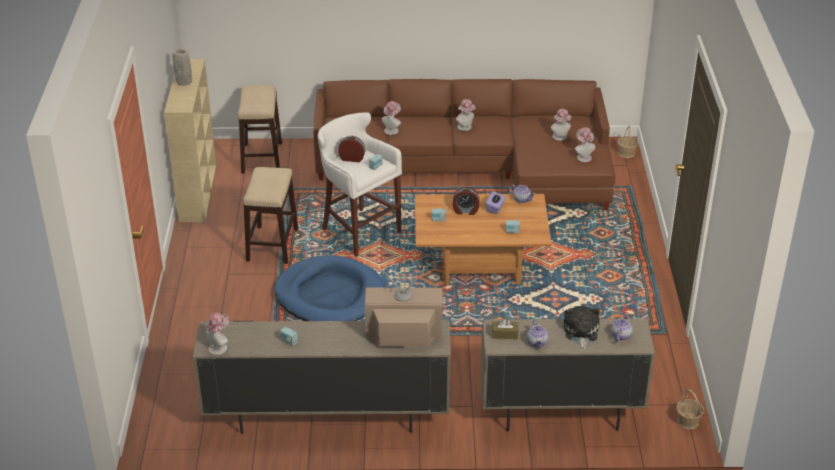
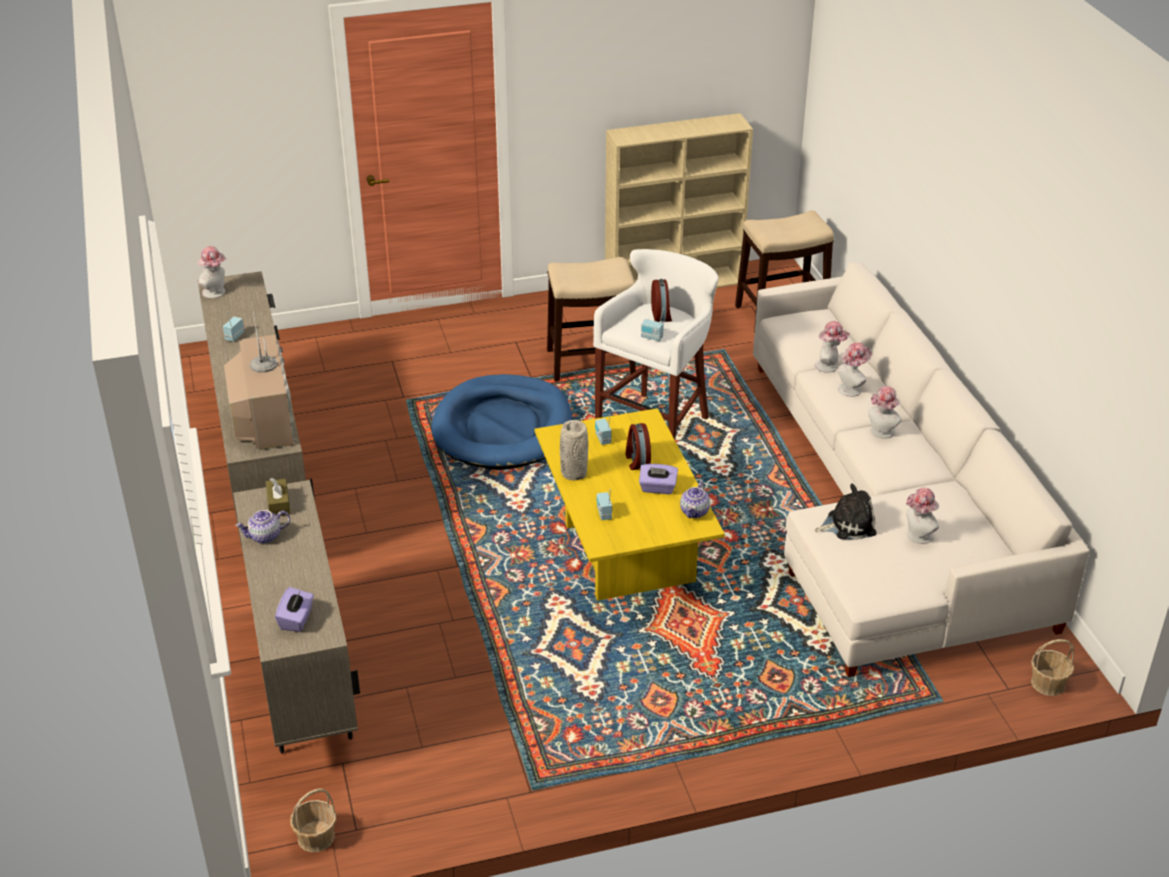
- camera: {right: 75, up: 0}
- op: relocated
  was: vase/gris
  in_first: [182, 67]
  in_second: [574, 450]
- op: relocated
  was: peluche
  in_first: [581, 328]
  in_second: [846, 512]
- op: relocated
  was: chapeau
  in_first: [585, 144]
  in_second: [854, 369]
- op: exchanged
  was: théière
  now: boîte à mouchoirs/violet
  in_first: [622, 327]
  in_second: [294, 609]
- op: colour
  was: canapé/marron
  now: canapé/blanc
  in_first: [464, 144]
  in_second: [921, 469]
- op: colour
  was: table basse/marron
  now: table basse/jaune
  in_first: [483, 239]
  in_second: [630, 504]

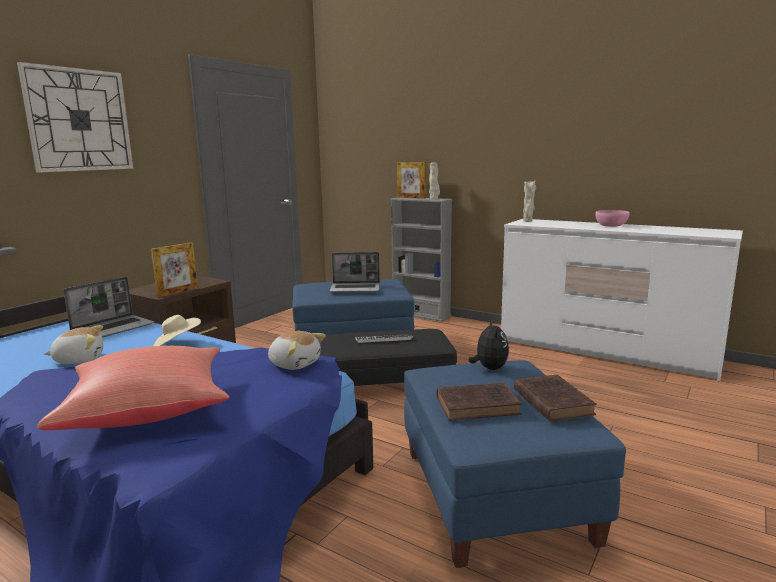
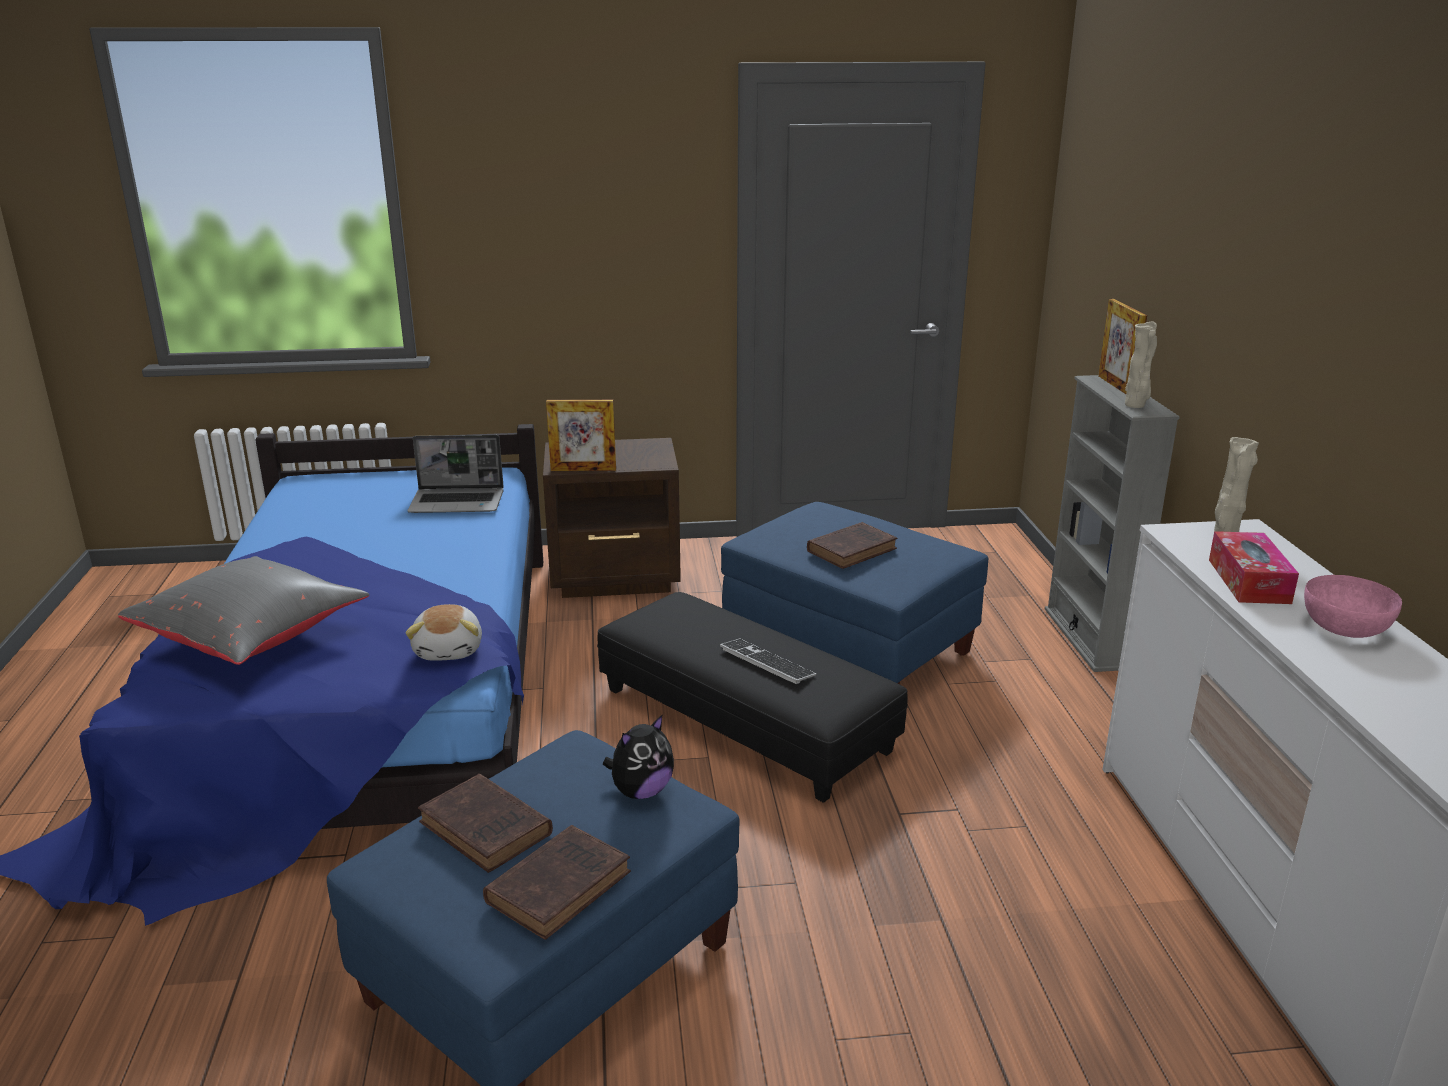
- camera: {right: 50, up: 10}
- op: missing
  was: horloge murale
  in_first: [75, 117]
- op: missing
  was: peluche
  in_first: [73, 344]
- op: missing
  was: chapeau/beige
  in_first: [177, 330]
- op: appeared
  now: boîte à mouchoirs
  in_second: [1254, 567]
- op: exchanged
  was: ordinateur portable
  now: livre/marron
  in_first: [354, 272]
  in_second: [852, 545]
- op: colour
  was: coussin/rouge
  now: coussin/gris
  in_first: [133, 388]
  in_second: [243, 610]

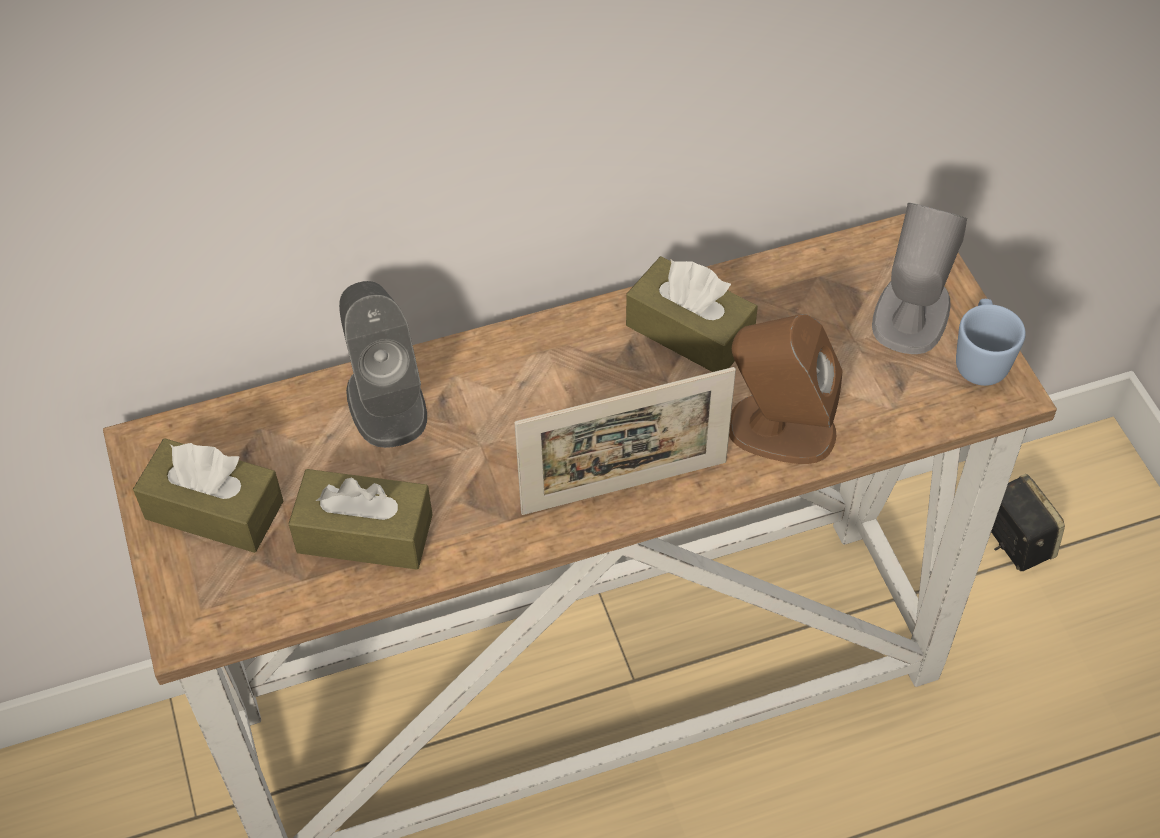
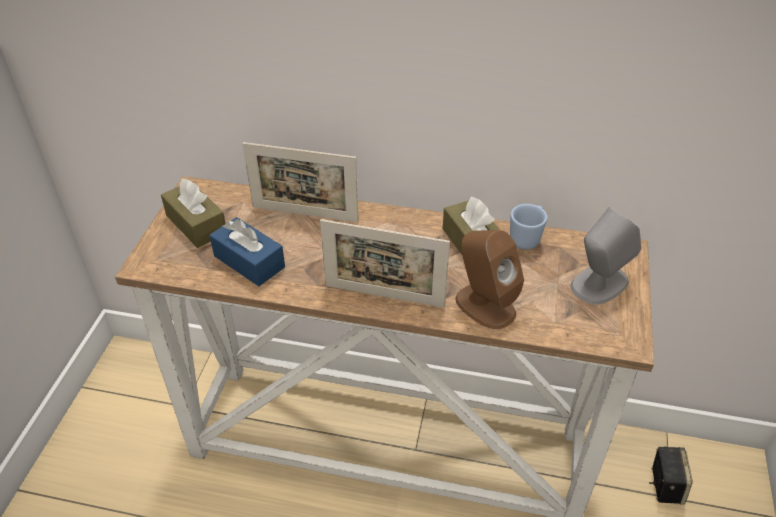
- camera: {right: 30, up: -10}
- op: relocated
  was: mug/bleu
  in_first: [991, 342]
  in_second: [528, 227]
- op: exchanged
  was: enceinte/gris
  now: cadre photo
  in_first: [383, 364]
  in_second: [300, 182]
- op: colour
  was: boîte à mouchoirs/marron
  now: boîte à mouchoirs/bleu
  in_first: [360, 519]
  in_second: [247, 251]

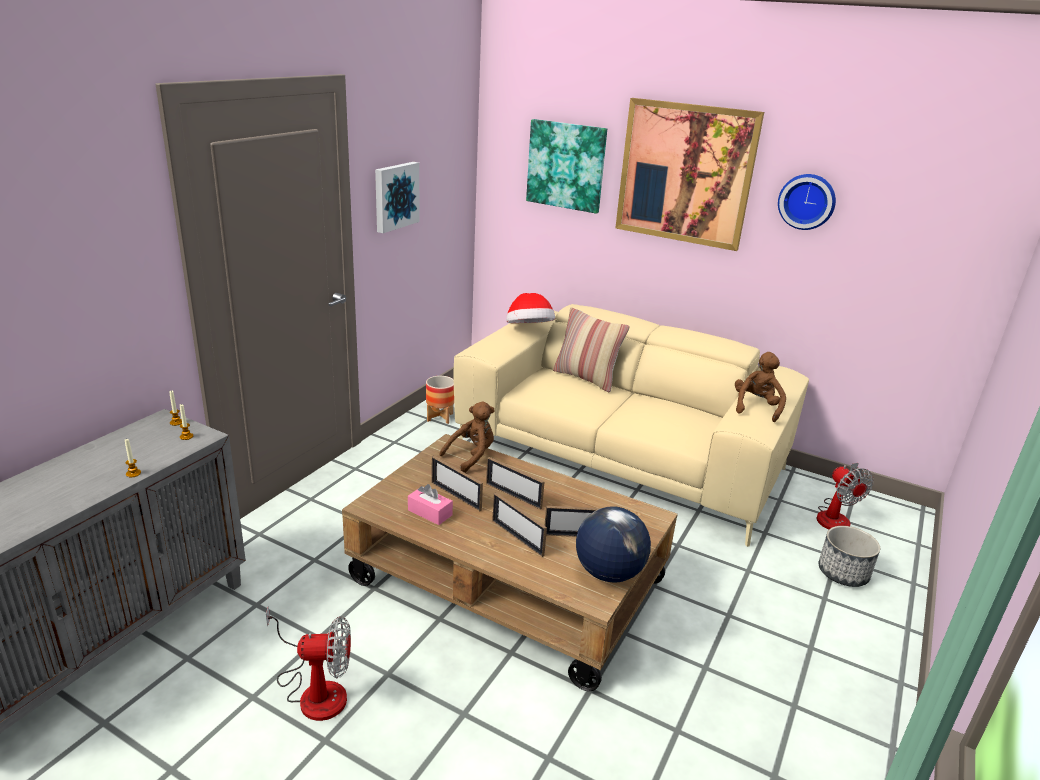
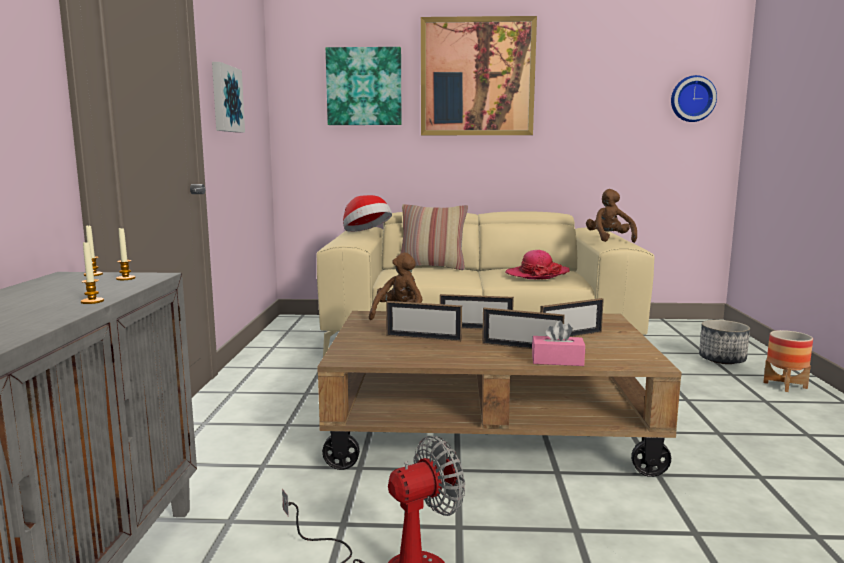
- camera: {right: -25, up: -15}
- op: missing
  was: globe
  in_first: [613, 544]
- op: missing
  was: ventilateur
  in_first: [845, 496]
- op: appeared
  now: chapeau
  in_second: [537, 264]
- op: relocated
  was: boîte à mouchoirs/rose
  in_first: [430, 504]
  in_second: [558, 343]
- op: relocated
  was: cache-pot
  in_first: [440, 400]
  in_second: [788, 361]
- op: relocated
  was: horloge murale
  in_first: [807, 202]
  in_second: [694, 98]

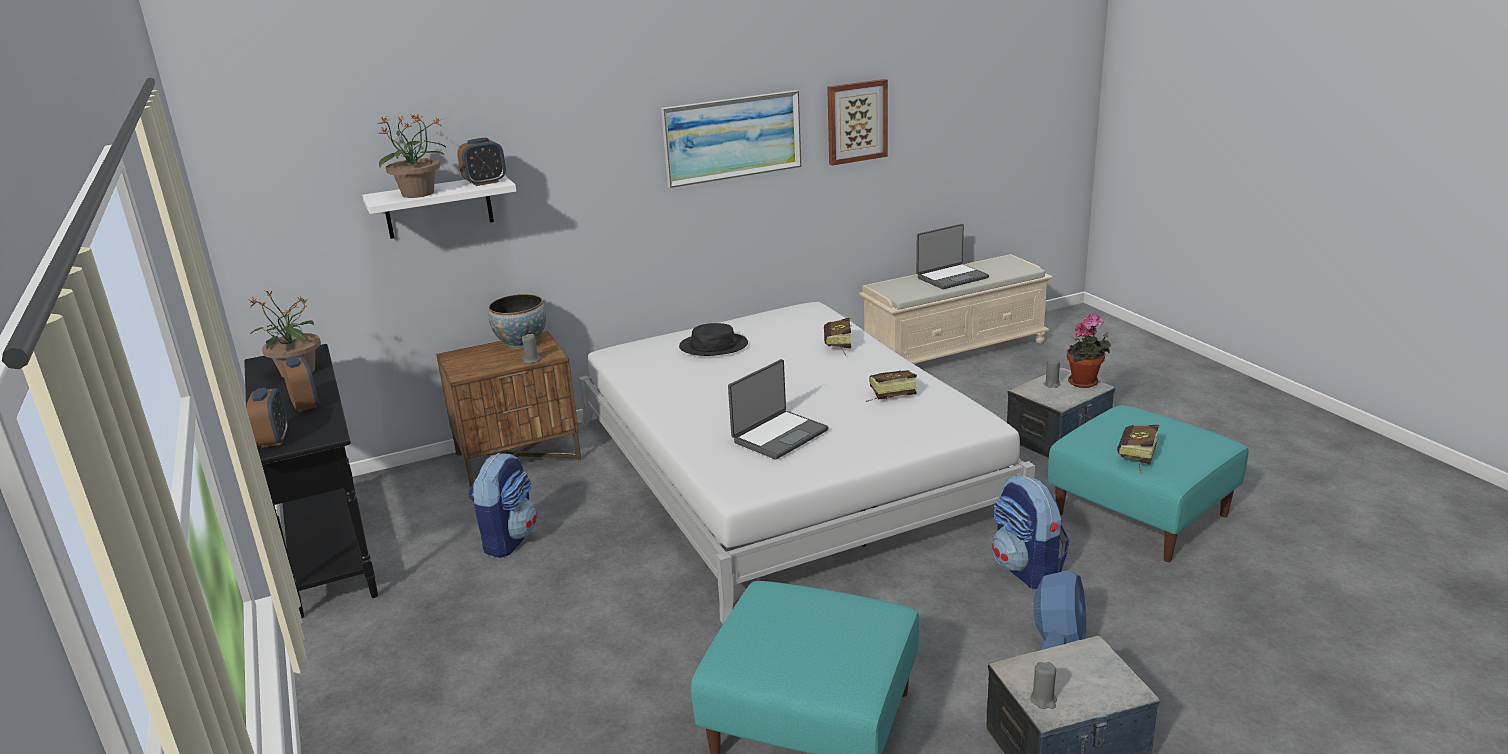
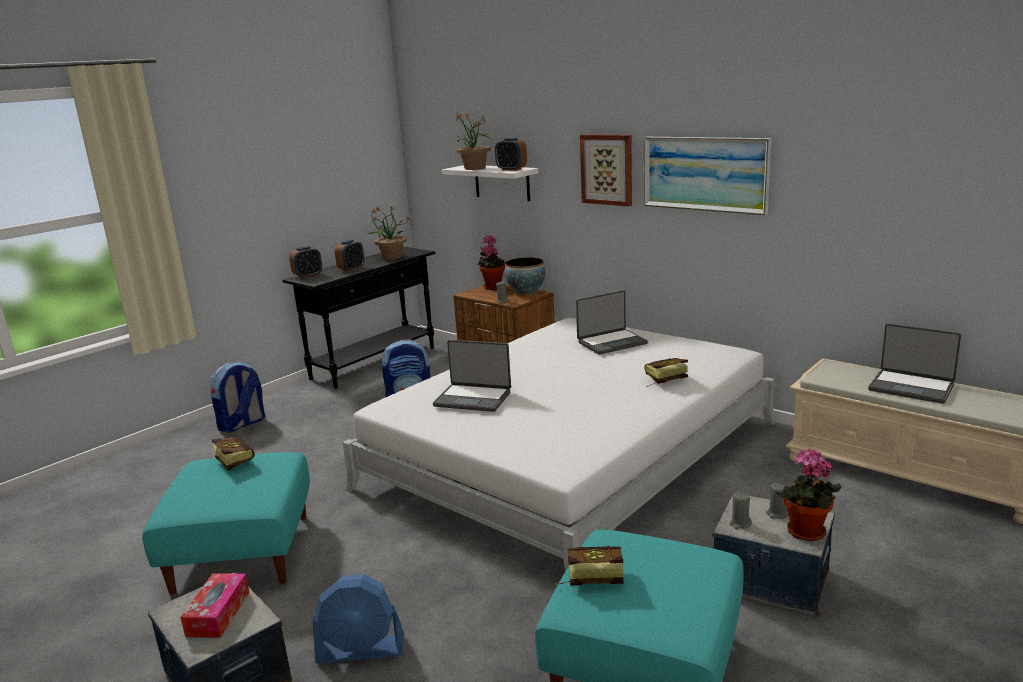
- camera: {right: 65, up: -5}
- op: appeared
  now: boîte à mouchoirs
  in_second: [214, 605]
- op: appeared
  now: plante en pot
  in_second: [491, 262]
- op: relocated
  was: tableau
  in_first: [857, 122]
  in_second: [606, 170]
- op: relocated
  was: livre
  in_first: [891, 386]
  in_second: [233, 454]
- op: relocated
  was: sac à dos
  in_first: [1030, 532]
  in_second: [237, 397]
- op: relocated
  was: bougie/gris
  in_first: [1043, 685]
  in_second: [740, 511]
- op: exchanged
  was: chapeau/noir
  now: ordinateur portable
  in_first: [713, 339]
  in_second: [612, 322]

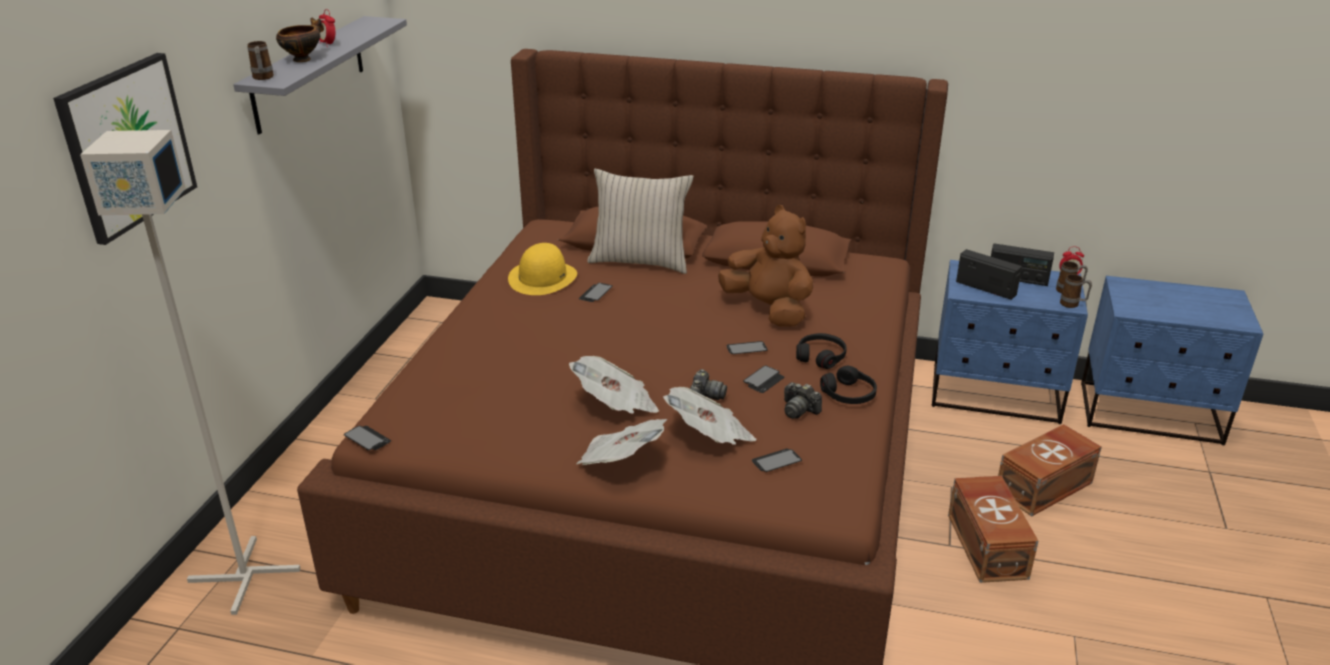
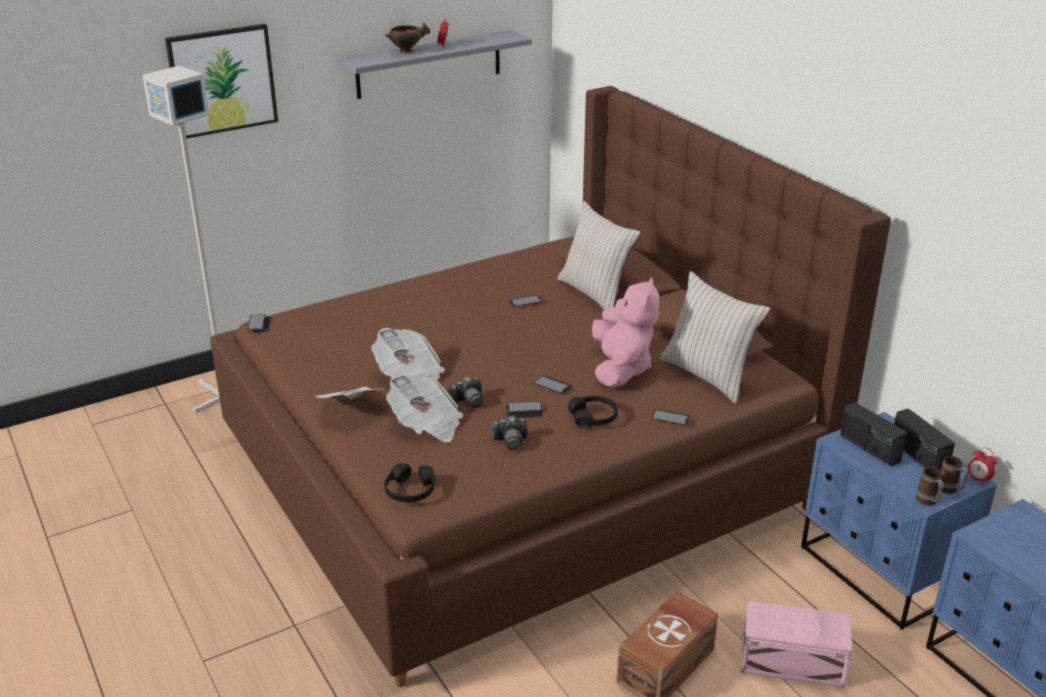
- camera: {right: 45, up: 0}
- op: missing
  was: mug
  in_first: [260, 60]
- op: missing
  was: chapeau/jaune
  in_first: [542, 269]
- op: appeared
  now: coussin/beige
  in_second: [715, 337]
- op: relocated
  was: téléphone
  in_first: [777, 460]
  in_second: [671, 417]
- op: relocated
  was: casque audio/noir
  in_first: [848, 385]
  in_second: [409, 482]
- op: colour
  was: peluche/marron
  now: peluche/rose
  in_first: [765, 266]
  in_second: [626, 333]
- op: colour
  was: boîte de rangement/marron
  now: boîte de rangement/rose
  in_first: [1050, 470]
  in_second: [796, 644]
- op: spun
  was: appareil photo
  in_first: [803, 400]
  in_second: [508, 433]
  clockwise: -90
- op: spun
  was: radio
  in_first: [989, 274]
  in_second: [873, 434]
  clockwise: 150

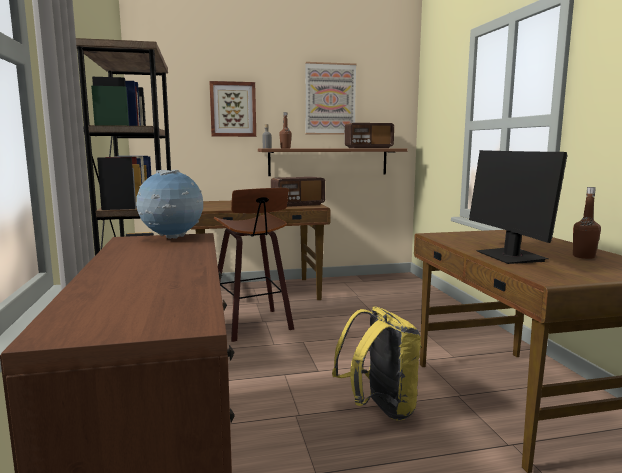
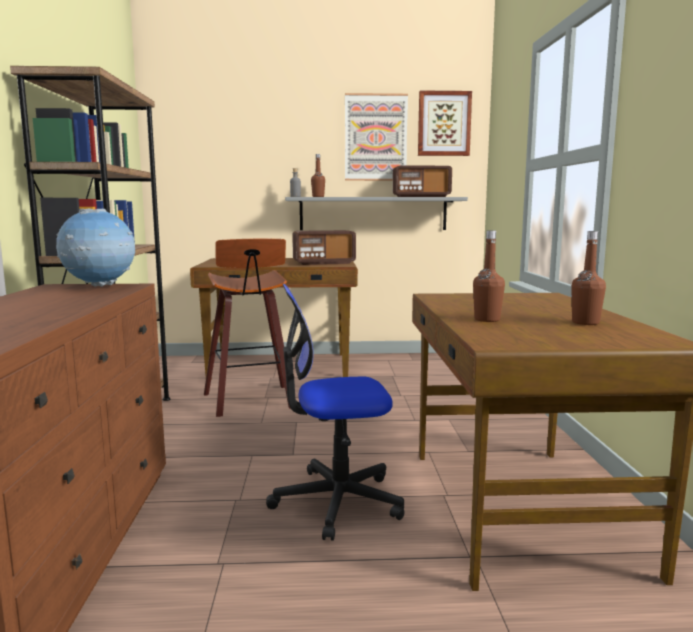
- camera: {right: 10, up: 0}
- op: relocated
  was: tableau
  in_first: [232, 109]
  in_second: [445, 123]
- op: exchanged
  was: sac à dos/jaune
  now: chaise de bureau
  in_first: [376, 363]
  in_second: [335, 412]
- op: exchanged
  was: écran d'ordinateur
  now: bouteille/marron
  in_first: [518, 207]
  in_second: [489, 276]
- op: colour
  was: étagère/marron
  now: étagère/gris
  in_first: [332, 162]
  in_second: [376, 213]

